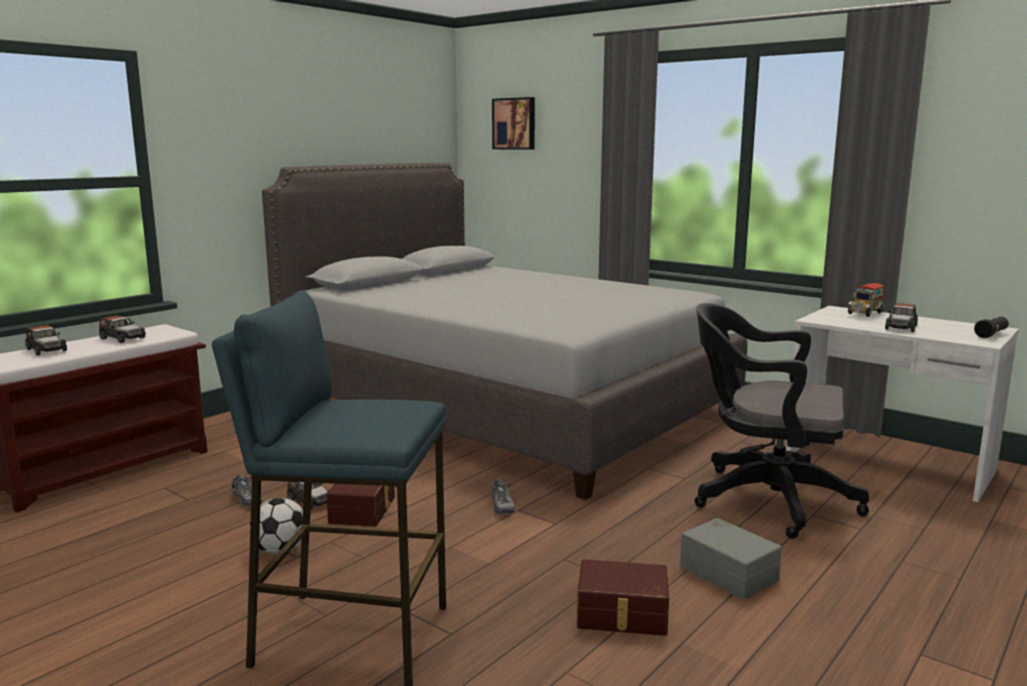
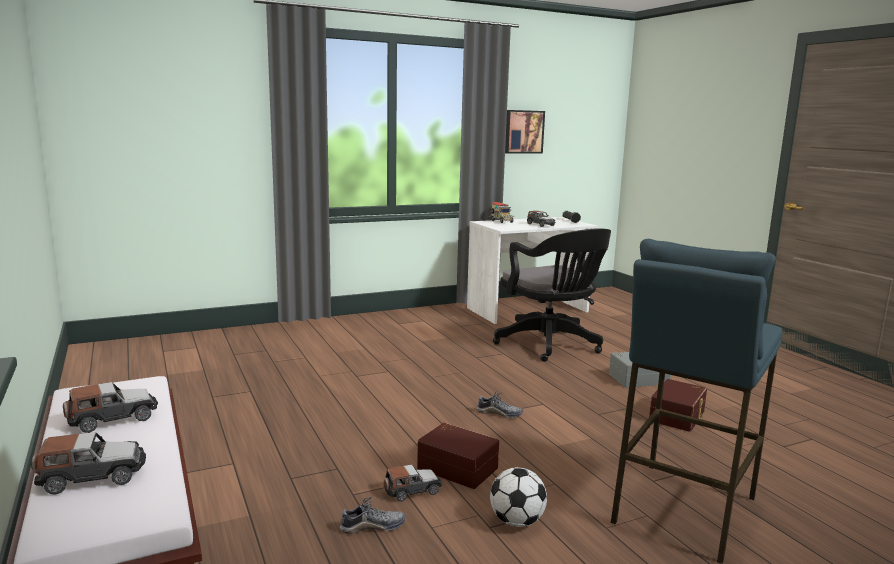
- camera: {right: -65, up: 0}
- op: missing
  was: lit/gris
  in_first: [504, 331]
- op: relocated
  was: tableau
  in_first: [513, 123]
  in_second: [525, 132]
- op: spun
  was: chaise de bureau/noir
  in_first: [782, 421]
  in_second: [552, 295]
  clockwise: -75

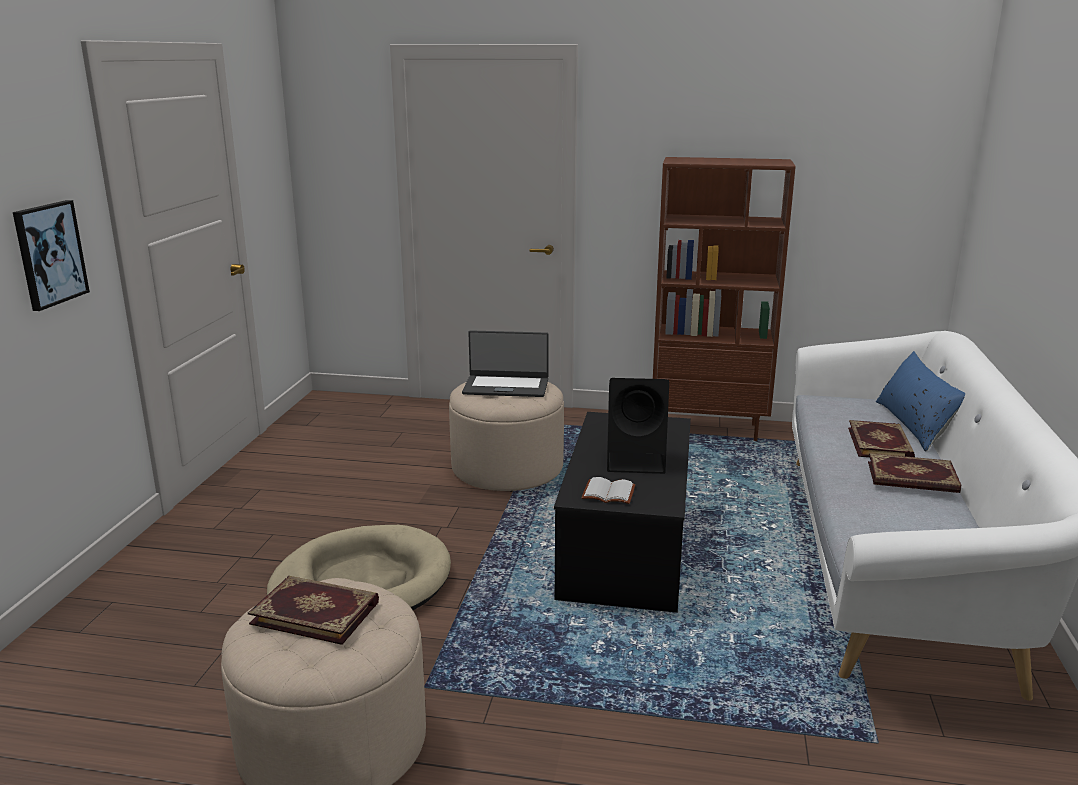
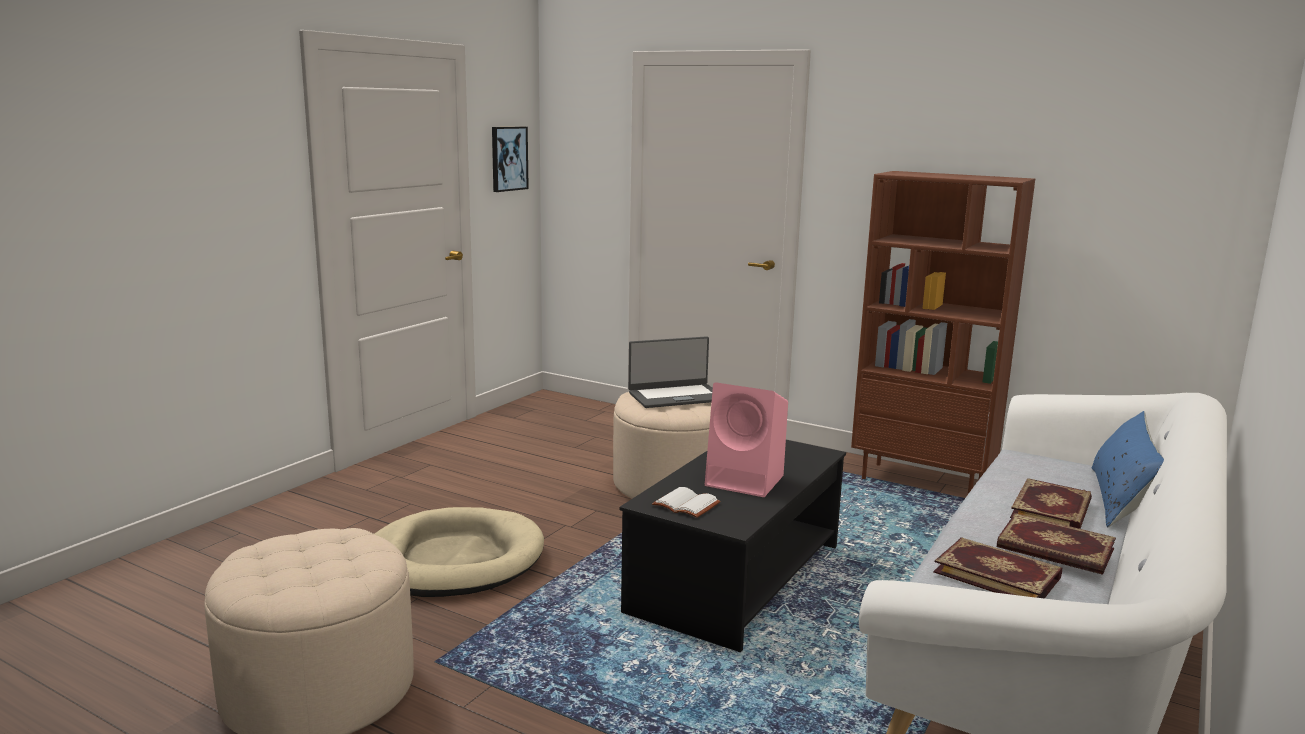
- camera: {right: 20, up: -5}
- op: relocated
  was: tableau
  in_first: [51, 255]
  in_second: [510, 159]
- op: relocated
  was: livre
  in_first: [313, 610]
  in_second: [997, 568]
- op: colour
  was: enceinte/noir
  now: enceinte/rose
  in_first: [638, 426]
  in_second: [746, 439]
- op: spun
  was: ordinateur portable
  in_first: [505, 363]
  in_second: [670, 372]
  clockwise: -45

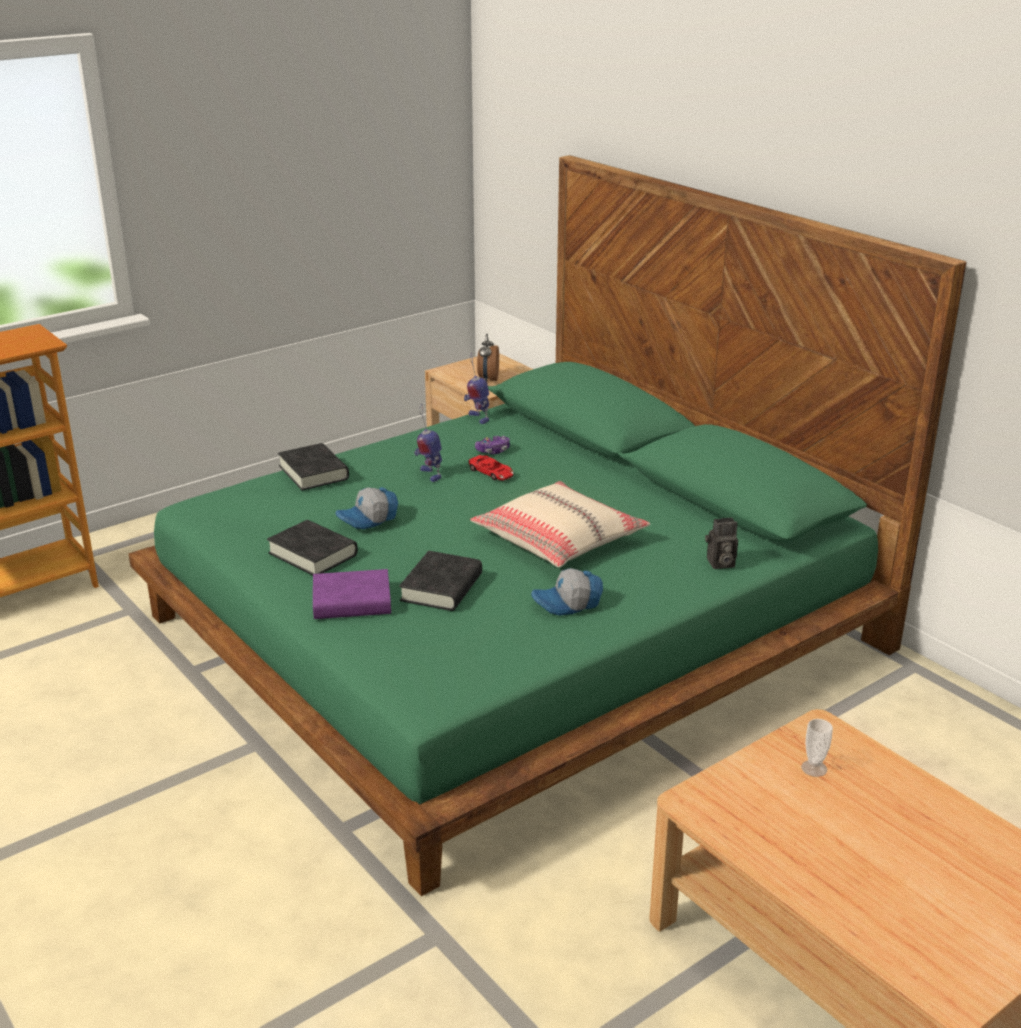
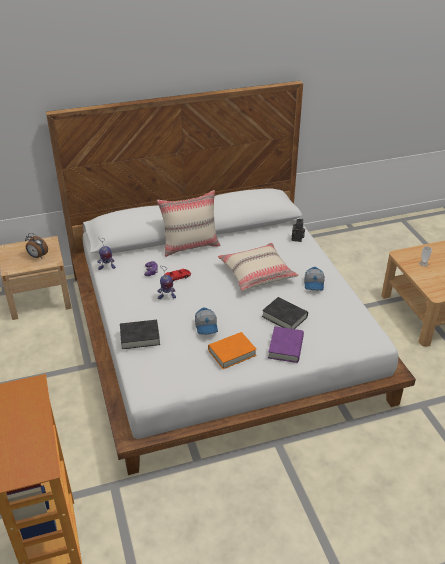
- camera: {right: -70, up: 10}
- op: appeared
  now: coussin/beige
  in_second: [189, 223]
- op: colour
  was: lit/vert
  now: lit/blanc
  in_first: [548, 525]
  in_second: [231, 278]
- op: colour
  was: livre/noir
  now: livre/orange
  in_first: [312, 547]
  in_second: [232, 350]

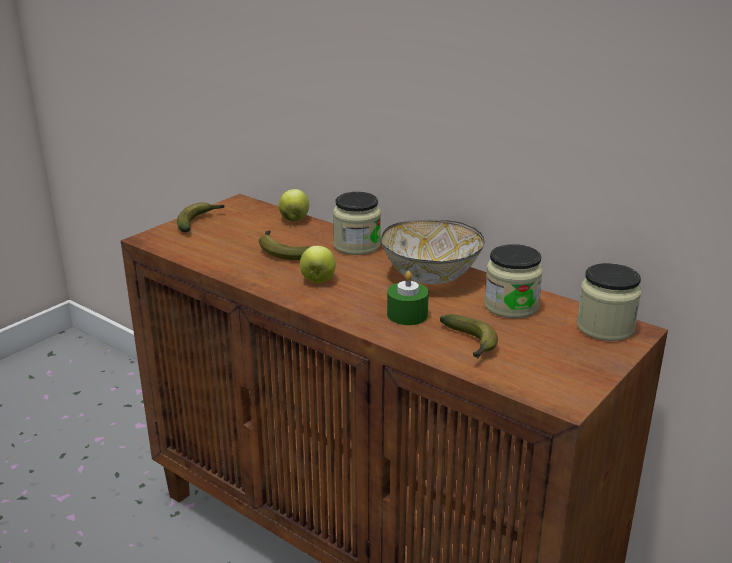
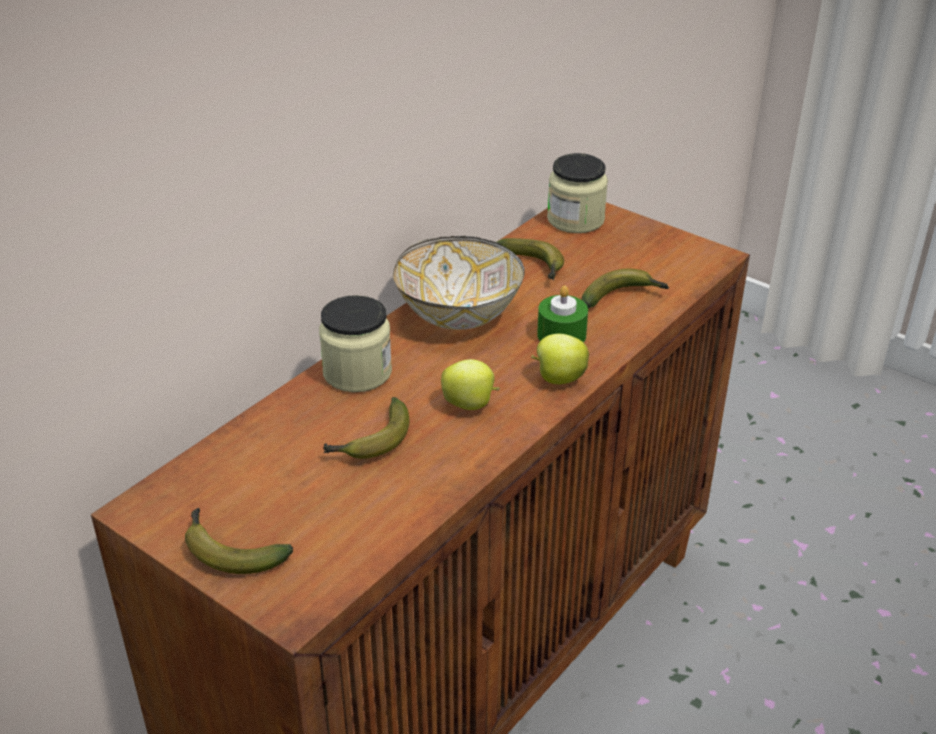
- camera: {right: -90, up: 10}
- op: relocated
  was: pomme
  in_first: [294, 205]
  in_second: [560, 359]
- op: exchanged
  was: bocal
  now: banane
  in_first: [513, 281]
  in_second: [530, 259]

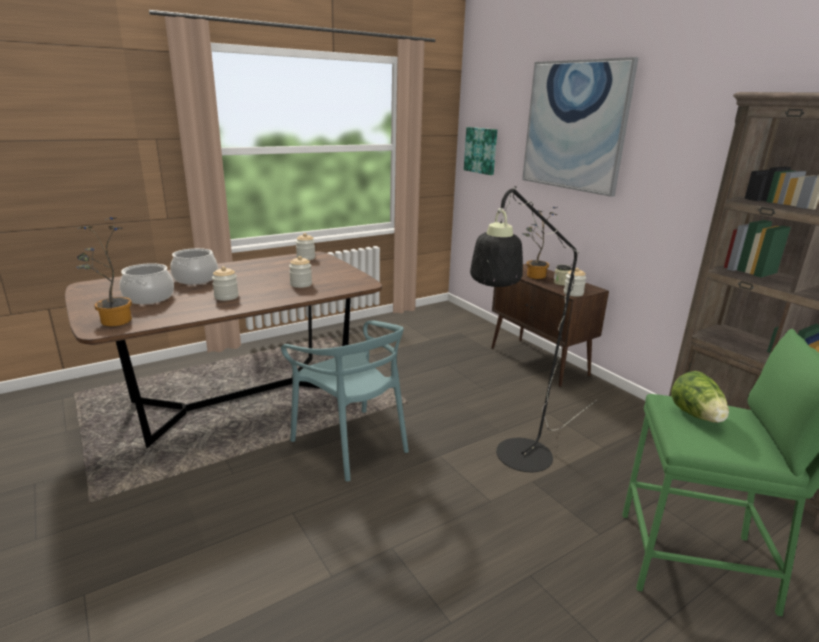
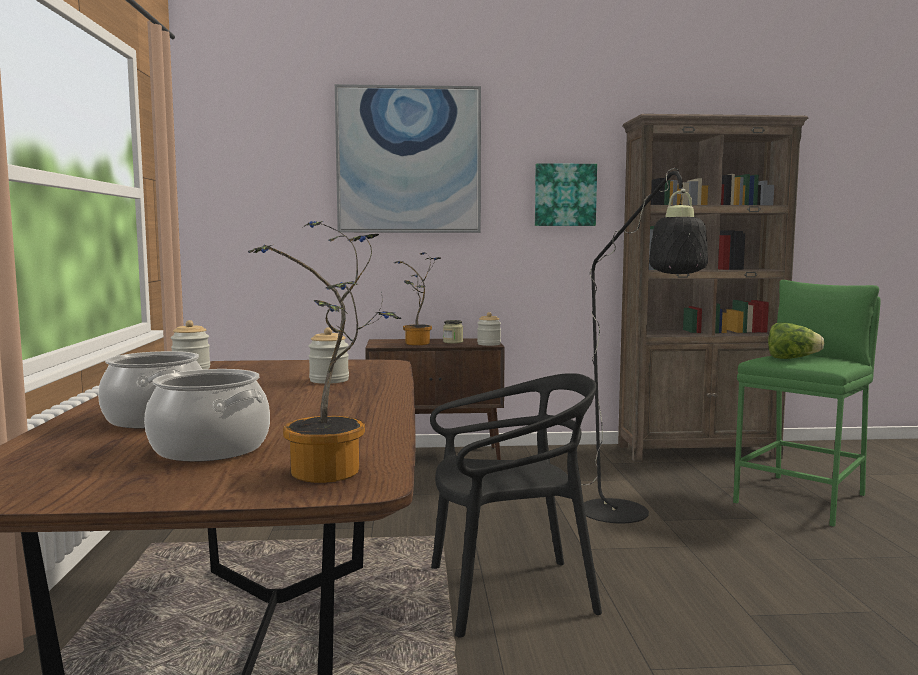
- camera: {right: -60, up: -15}
- op: missing
  was: bocal
  in_first: [225, 283]
- op: relocated
  was: tableau
  in_first: [480, 151]
  in_second: [566, 194]
- op: colour
  was: chaise/turquoise
  now: chaise/noir
  in_first: [345, 400]
  in_second: [516, 505]

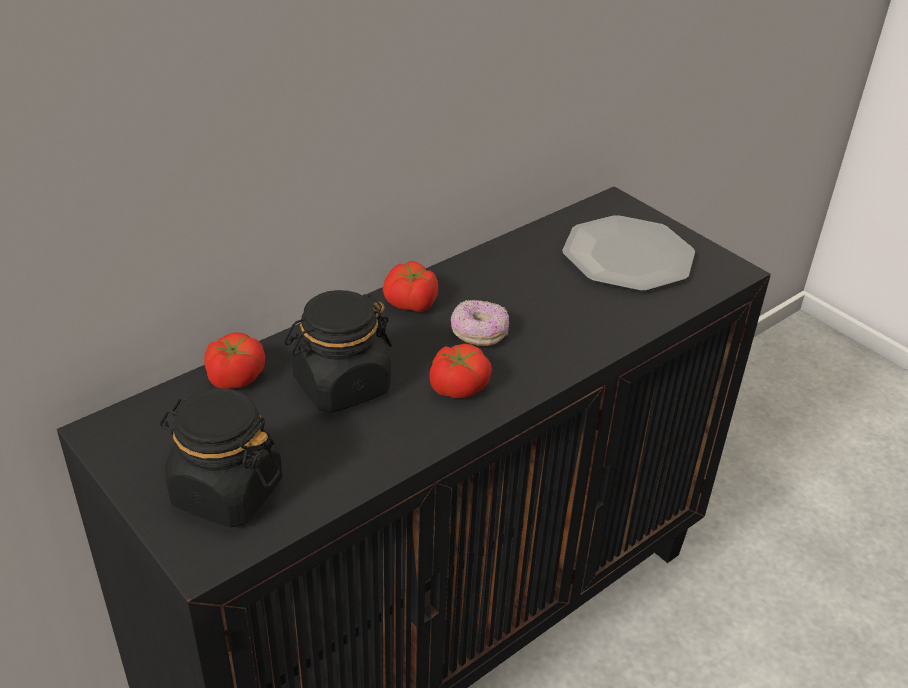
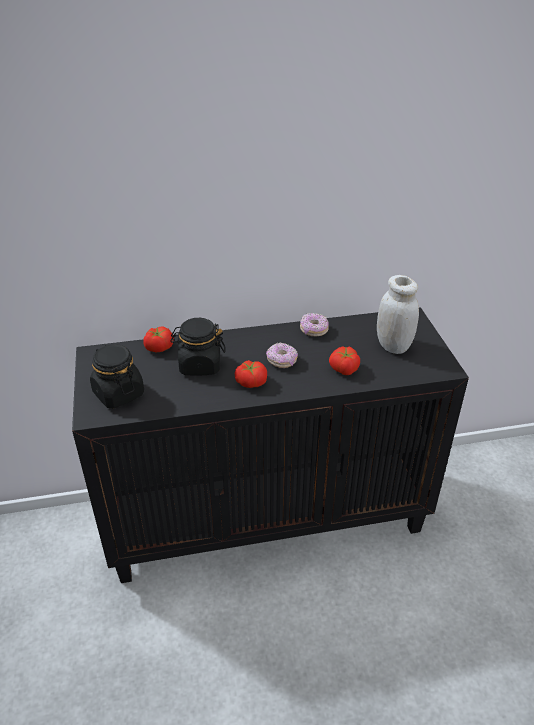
- camera: {right: 30, up: 0}
- op: appeared
  now: beignet
  in_second: [314, 325]
- op: relocated
  was: tomate
  in_first: [410, 286]
  in_second: [344, 360]
- op: exchanged
  was: assiette
  now: bocal/blanc
  in_first: [628, 253]
  in_second: [398, 314]

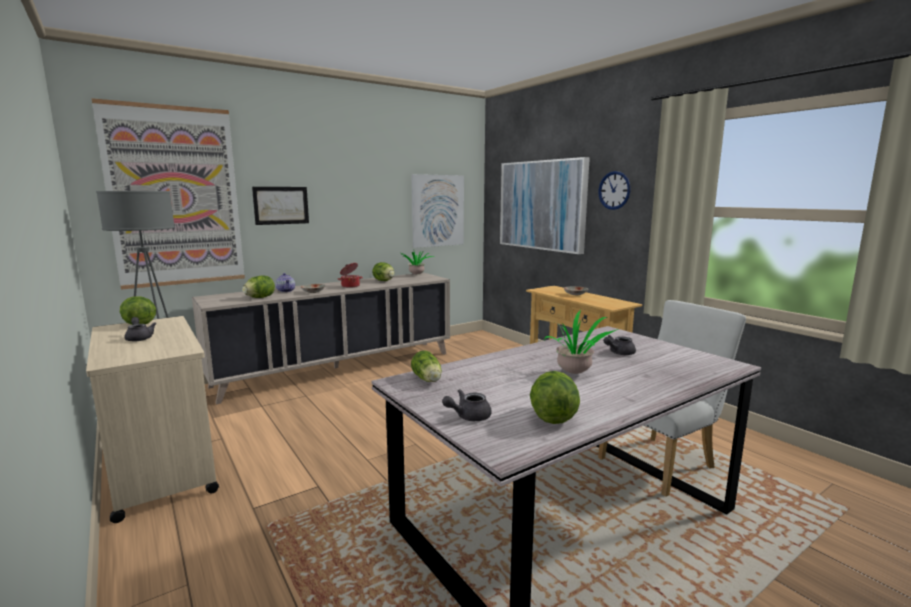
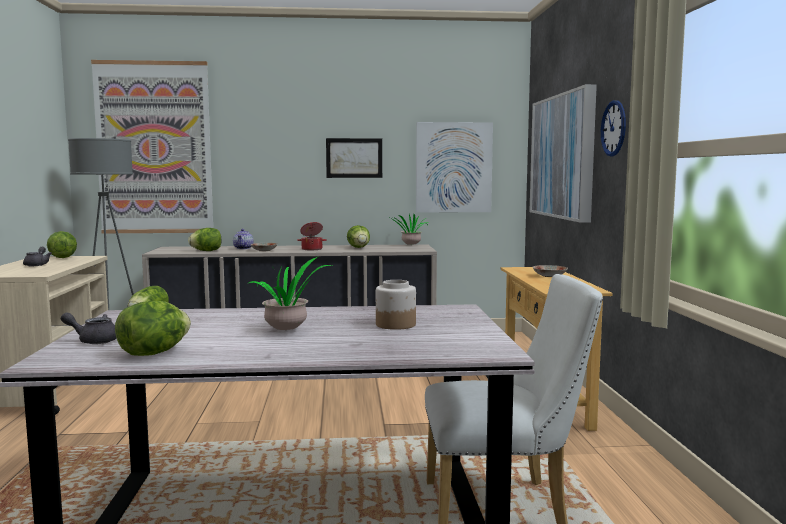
- camera: {right: 30, up: -5}
- op: relocated
  was: tableau
  in_first: [280, 206]
  in_second: [354, 158]
- op: exchanged
  was: théière/gris
  now: bocal
  in_first: [619, 345]
  in_second: [396, 305]

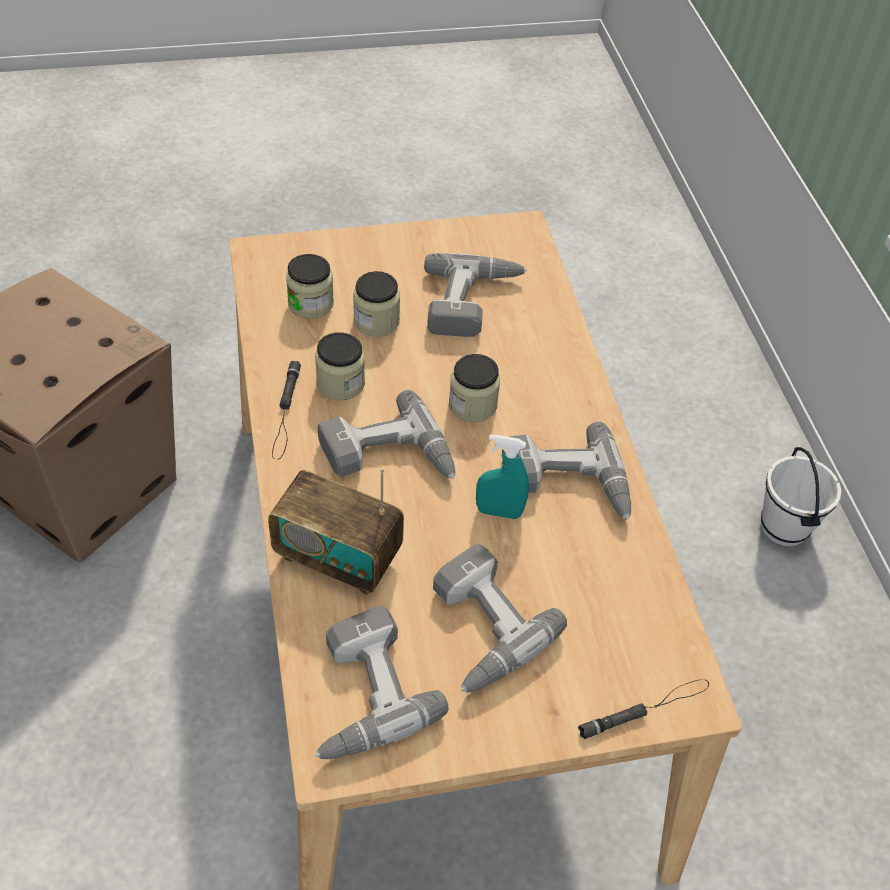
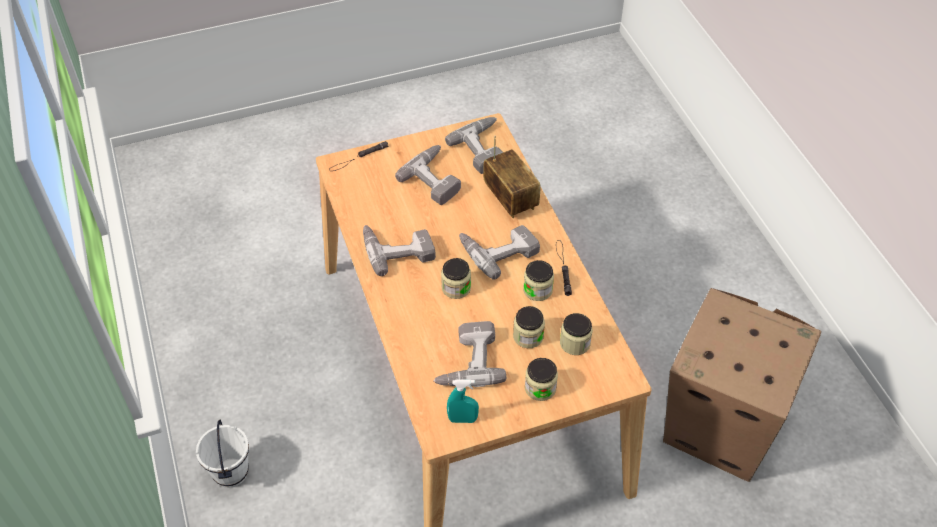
- camera: {right: 175, up: 0}
- op: appeared
  now: bocal
  in_second: [541, 379]
- op: relocated
  was: vaporisateur/turquoise
  in_first: [502, 477]
  in_second: [463, 401]
- op: spun
  was: radio
  in_first: [336, 531]
  in_second: [512, 176]
  clockwise: 45

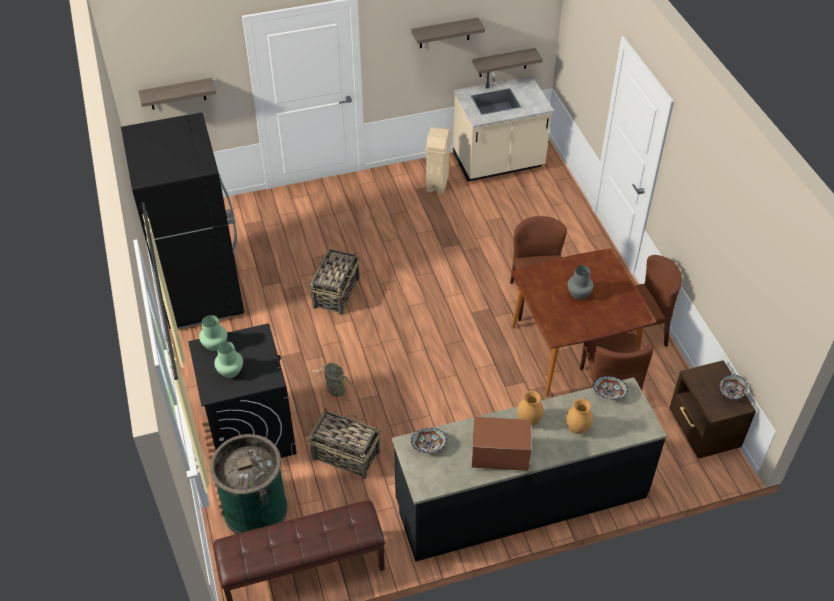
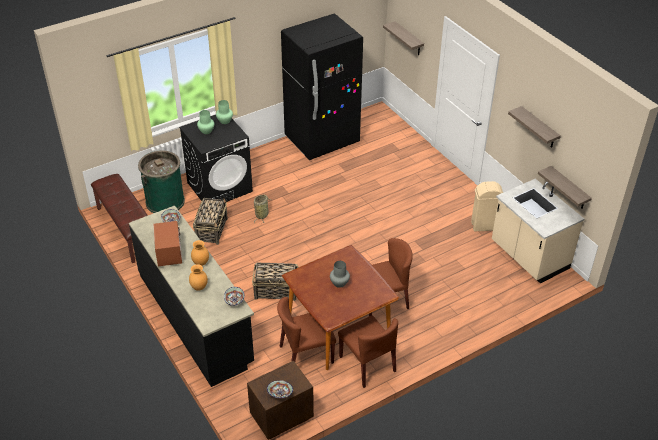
- camera: {right: 75, up: -5}
- op: relocated
  was: panier
  in_first: [334, 282]
  in_second: [275, 282]

